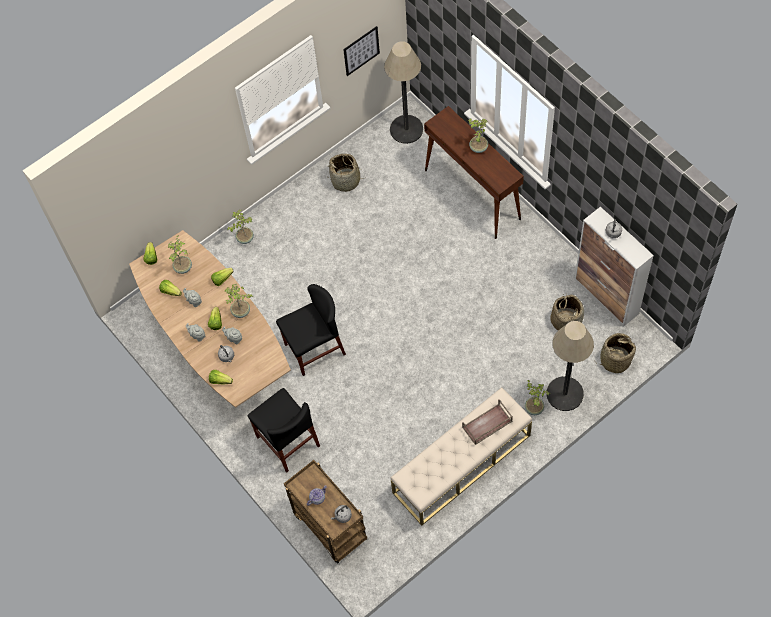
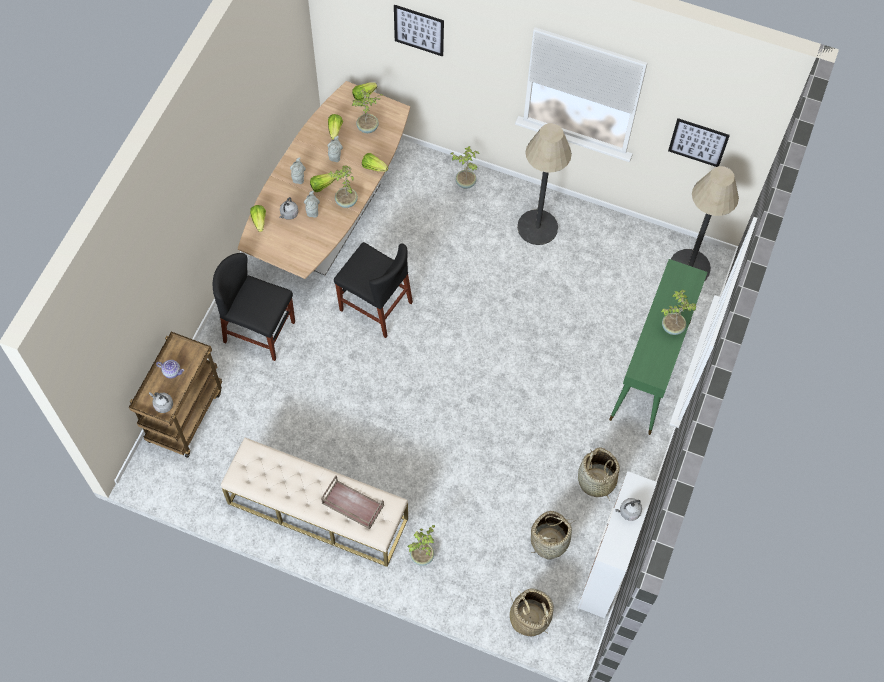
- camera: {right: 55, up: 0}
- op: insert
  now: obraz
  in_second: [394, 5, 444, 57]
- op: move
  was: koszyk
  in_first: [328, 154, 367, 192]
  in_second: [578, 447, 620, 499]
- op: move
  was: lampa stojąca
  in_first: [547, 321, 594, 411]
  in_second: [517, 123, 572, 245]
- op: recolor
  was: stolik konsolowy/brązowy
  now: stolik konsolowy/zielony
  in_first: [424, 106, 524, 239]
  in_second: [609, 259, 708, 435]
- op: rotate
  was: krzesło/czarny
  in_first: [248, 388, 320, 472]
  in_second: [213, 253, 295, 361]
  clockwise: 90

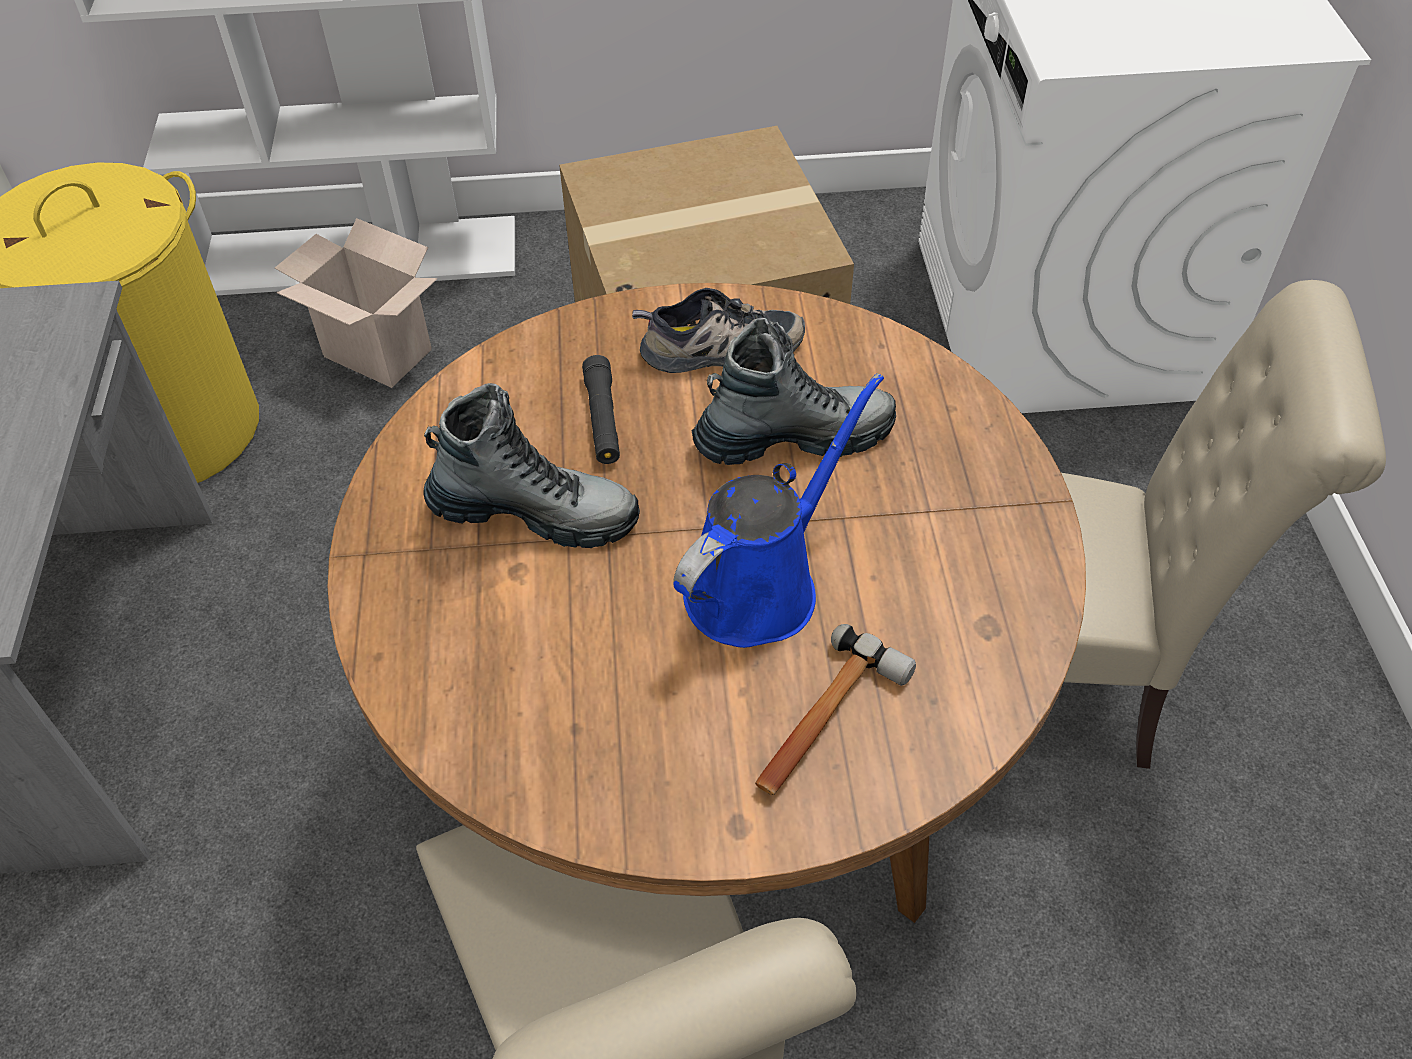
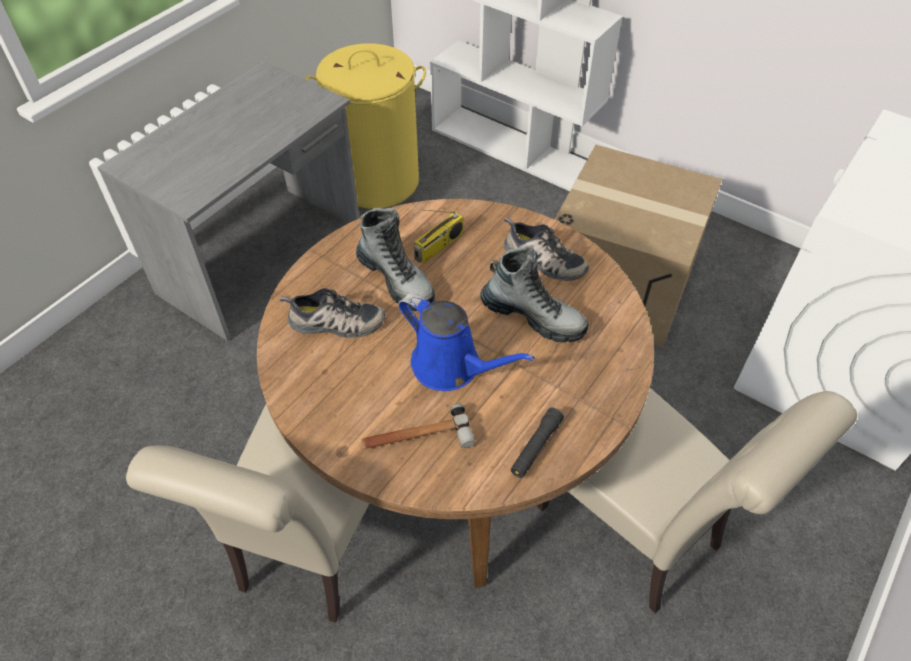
- camera: {right: 40, up: 0}
- op: delete
  was: karton
  in_first: [275, 218, 437, 388]
- op: insert
  now: but
  in_second: [280, 288, 385, 338]
- op: insert
  now: radio
  in_second: [414, 209, 463, 264]
- op: move
  was: latarka/czarny
  in_first: [582, 355, 620, 464]
  in_second: [511, 408, 564, 478]
- op: rotate
  was: konewka/niebieski
  in_first: [673, 373, 884, 648]
  in_second: [398, 293, 535, 391]
  clockwise: 45

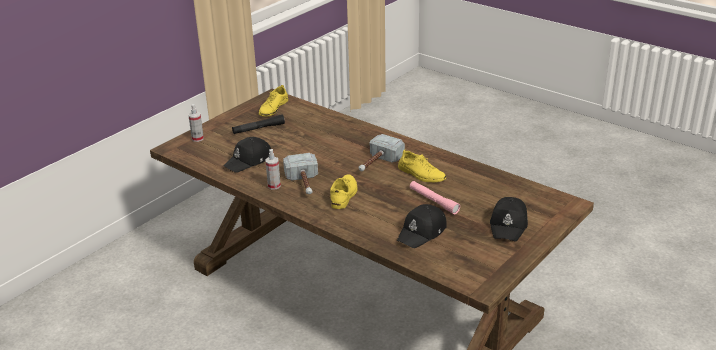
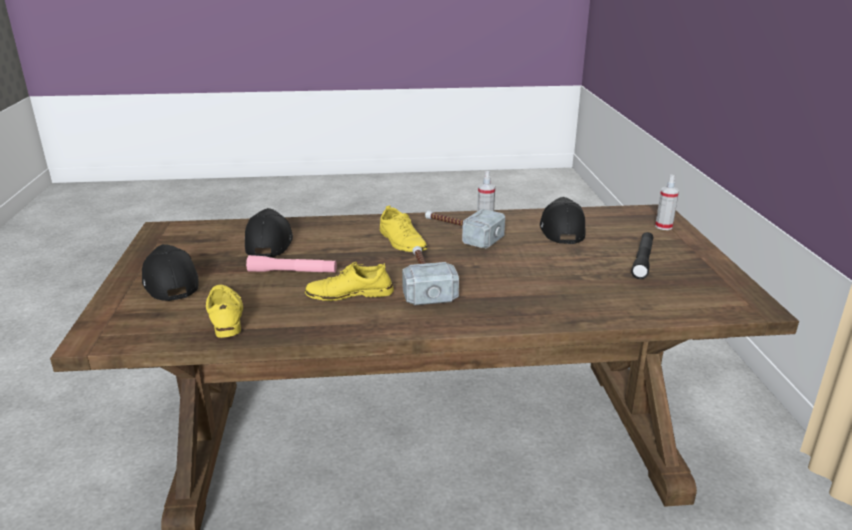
- camera: {right: 135, up: -5}
- op: move
  was: but/żółty
  in_first: [259, 85, 288, 117]
  in_second: [206, 285, 243, 338]

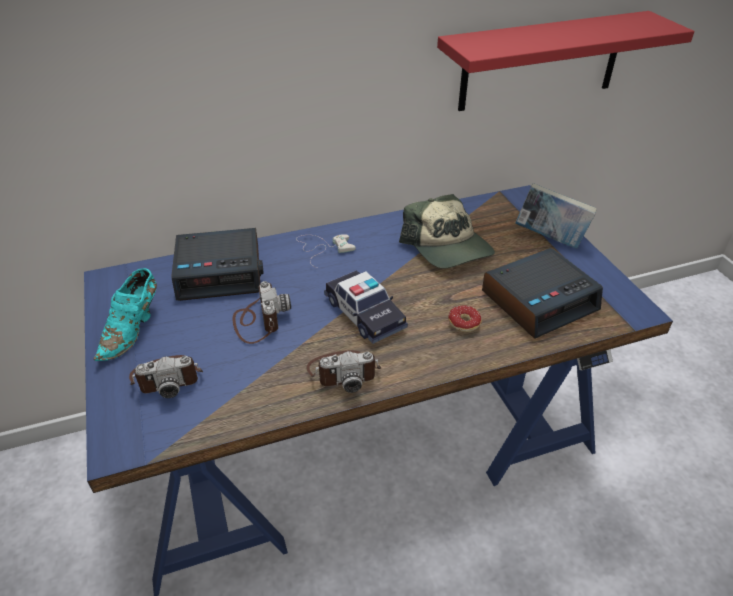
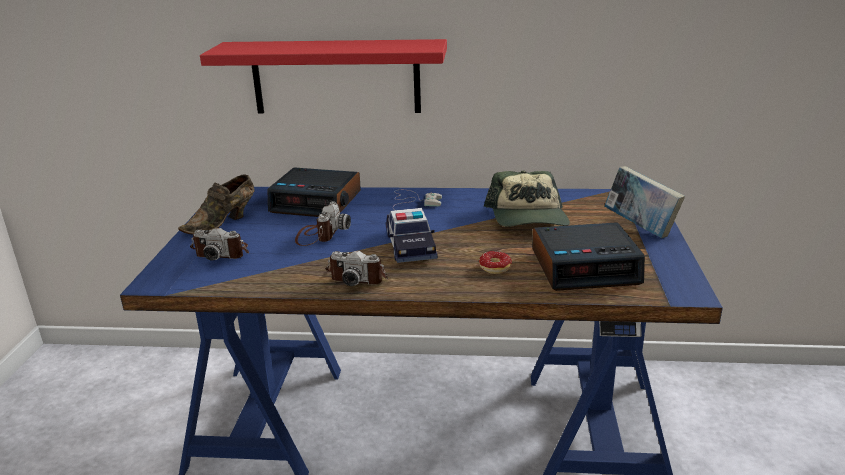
- camera: {right: 25, up: -15}
- op: move
  was: półka/czerwony
  in_first: [437, 11, 694, 111]
  in_second: [200, 39, 447, 113]
- op: recolor
  was: but/turkusowy
  now: but/brązowy
  in_first: [94, 268, 157, 361]
  in_second: [178, 175, 255, 234]

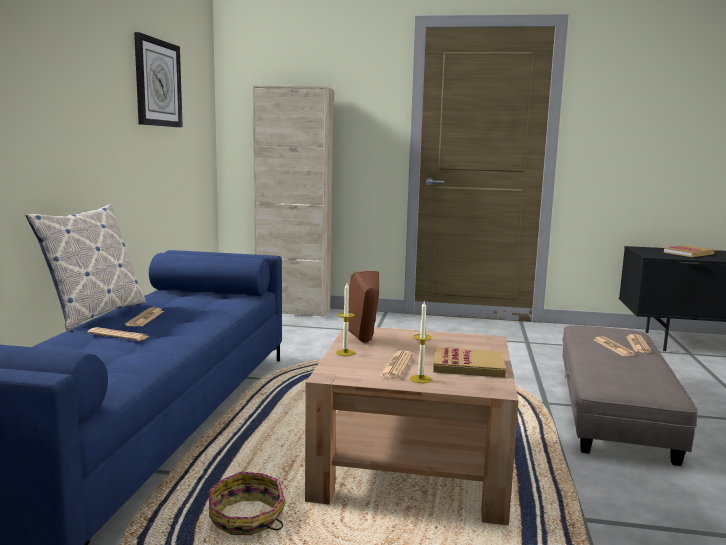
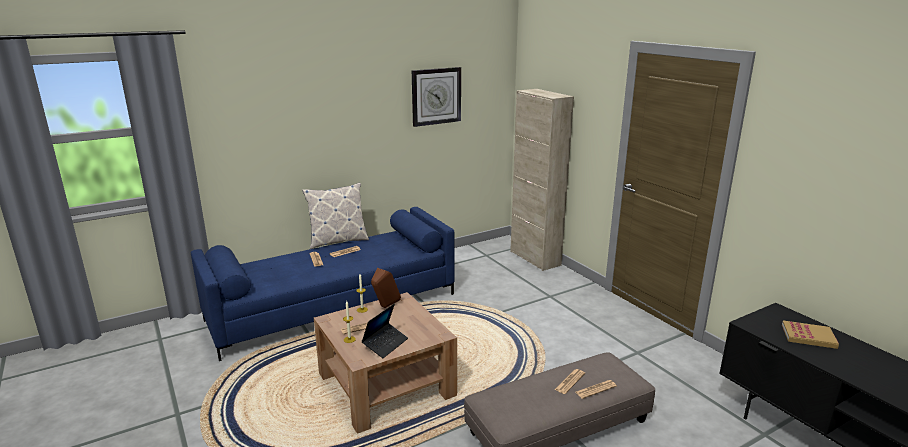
- camera: {right: 50, up: 10}
- op: delete
  was: koszyk
  in_first: [209, 472, 286, 535]
- op: replace
  was: książka
  now: laptop
  in_first: [433, 347, 506, 378]
  in_second: [362, 304, 408, 358]

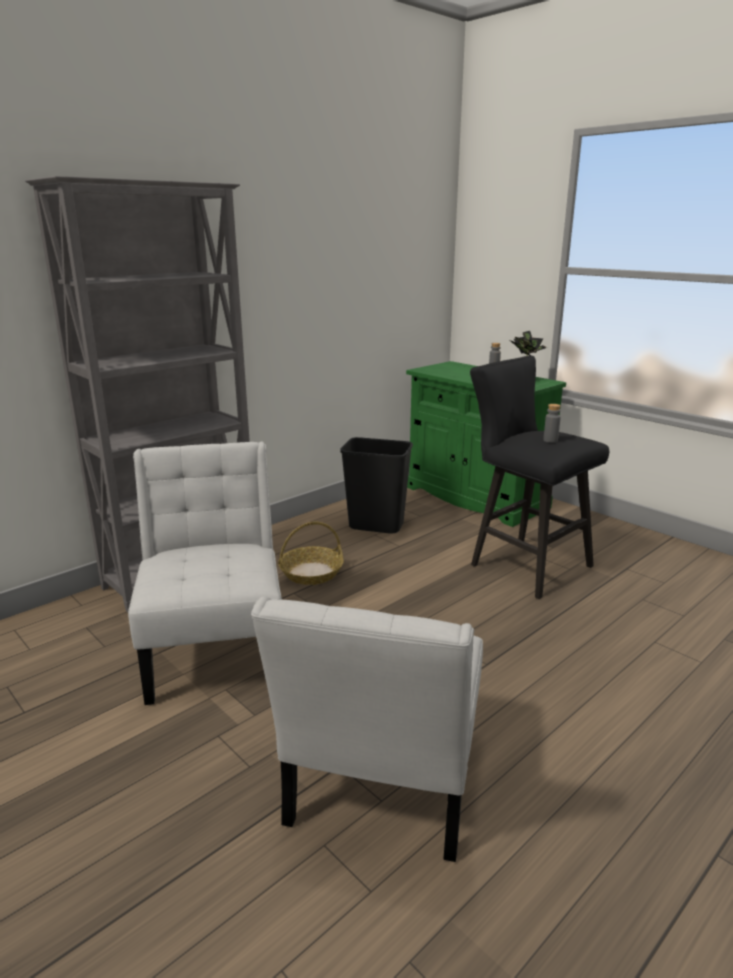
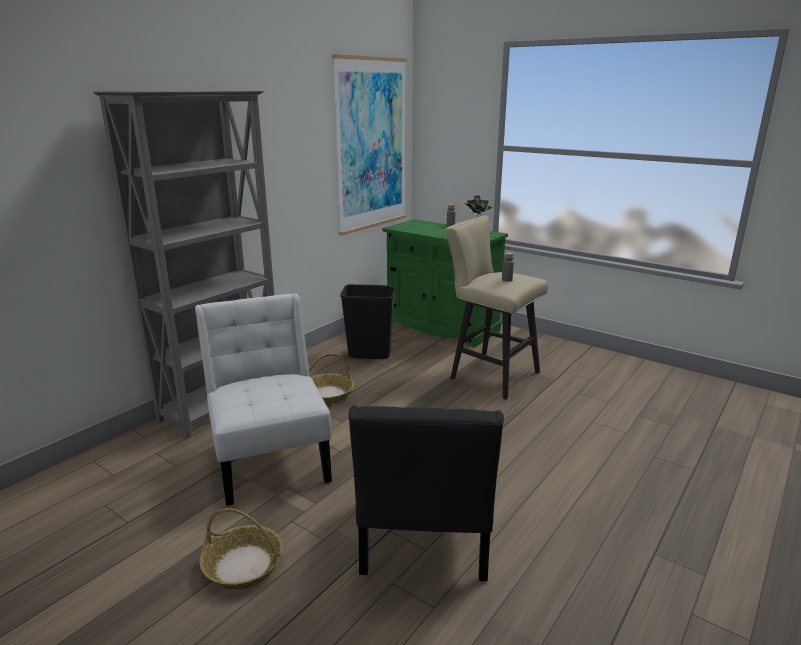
- camera: {right: -10, up: 0}
- op: insert
  now: koszyk
  in_second: [200, 508, 283, 590]
- op: insert
  now: obraz
  in_second: [332, 54, 407, 235]
- op: recolor
  was: krzesło/biały
  now: krzesło/czarny
  in_first: [251, 596, 483, 862]
  in_second: [348, 405, 504, 581]
- op: recolor
  was: stołek/czarny
  now: stołek/beżowy
  in_first: [470, 356, 609, 599]
  in_second: [445, 216, 548, 399]

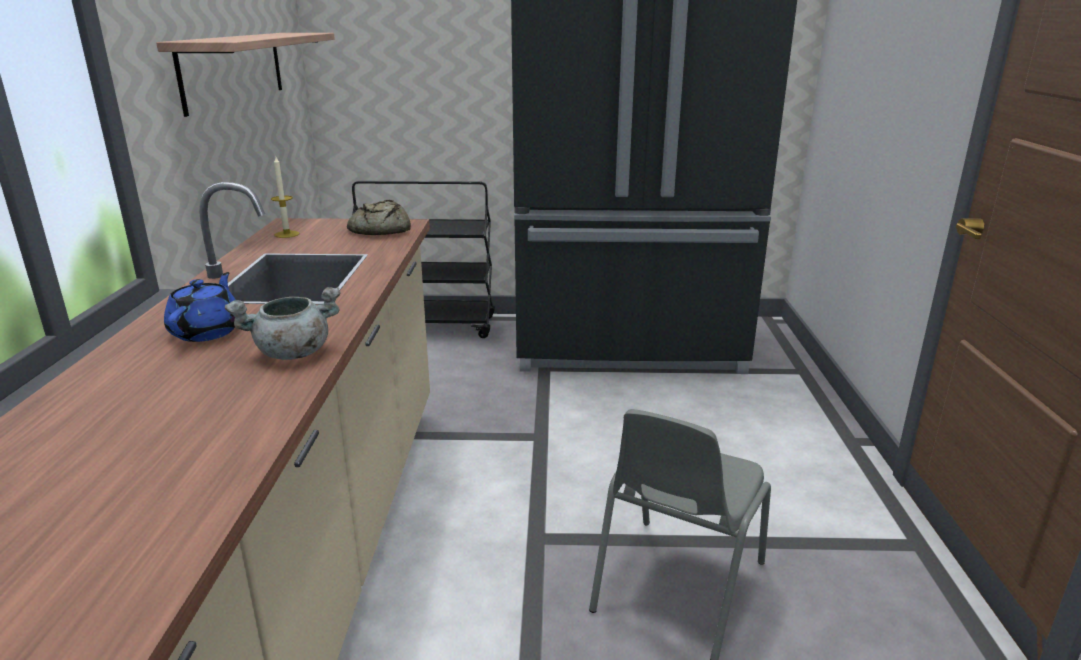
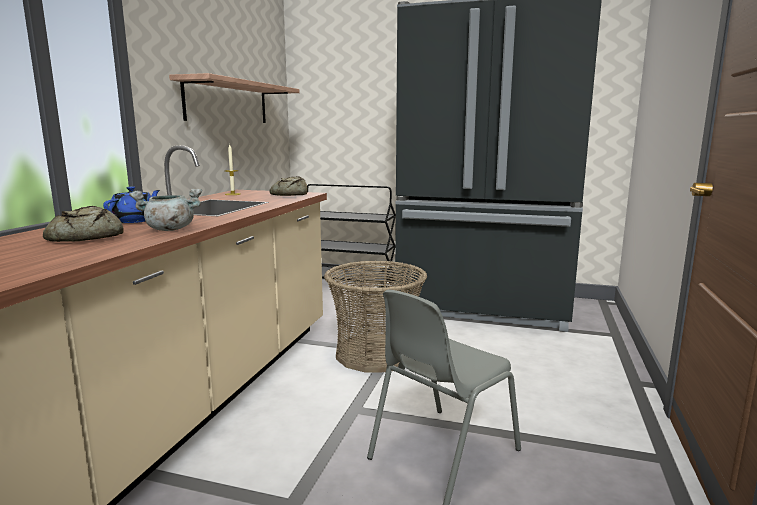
- camera: {right: 15, up: -10}
- op: insert
  now: chleb
  in_second: [43, 206, 124, 242]
- op: insert
  now: koszyk
  in_second: [324, 261, 427, 373]

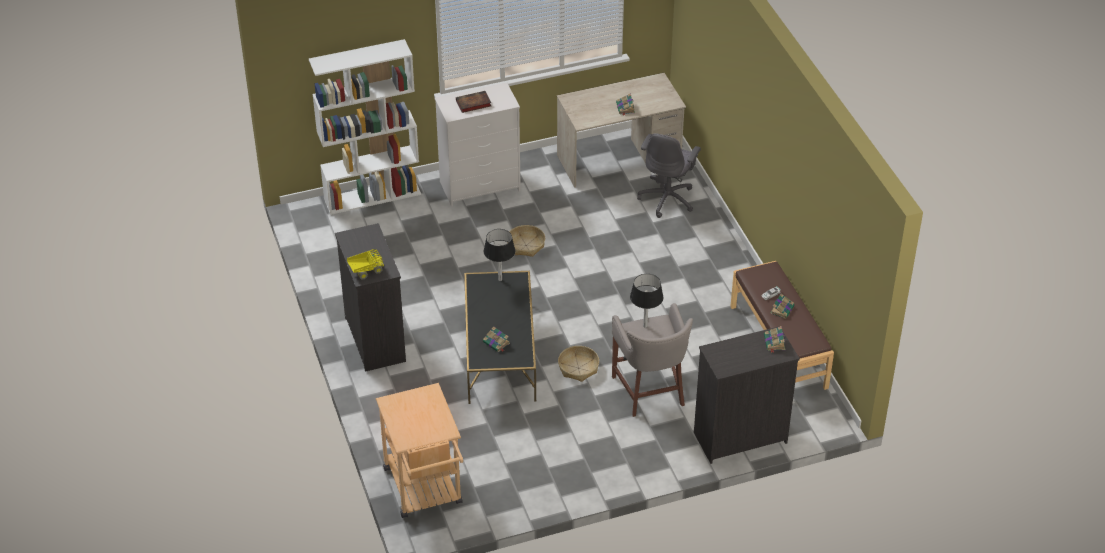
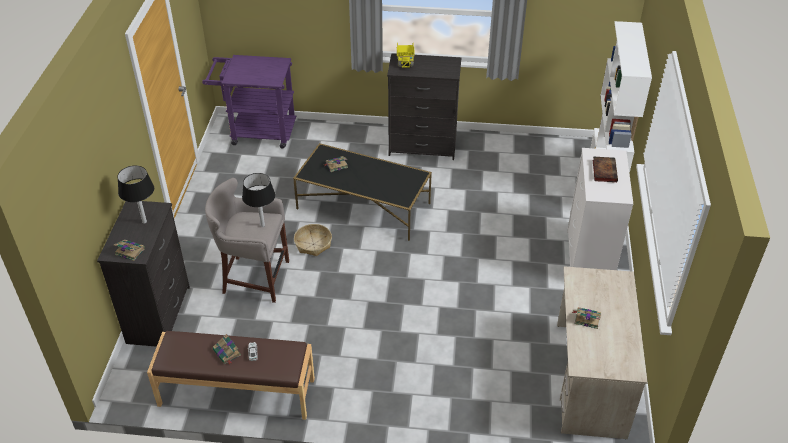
- camera: {right: 115, up: 0}
- op: delete
  was: koszyk
  in_first: [508, 225, 545, 257]
- op: delete
  was: krzesło biurowe/szary
  in_first: [637, 133, 701, 218]
- op: move
  was: lampa stołowa/czarny
  in_first: [484, 229, 515, 281]
  in_second: [117, 165, 154, 224]
- op: recolor
  was: wózek/beżowy
  now: wózek/fioletowy
  in_first: [376, 383, 463, 518]
  in_second: [202, 55, 296, 149]

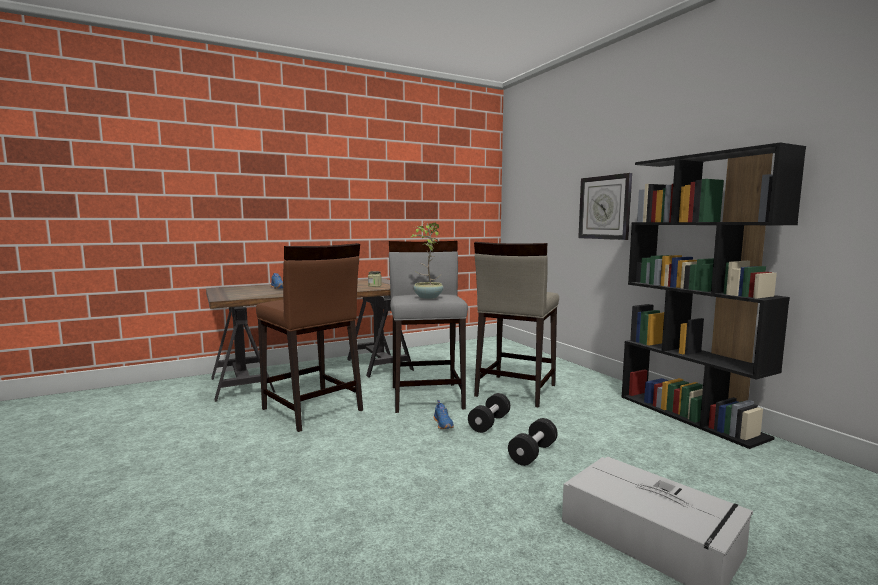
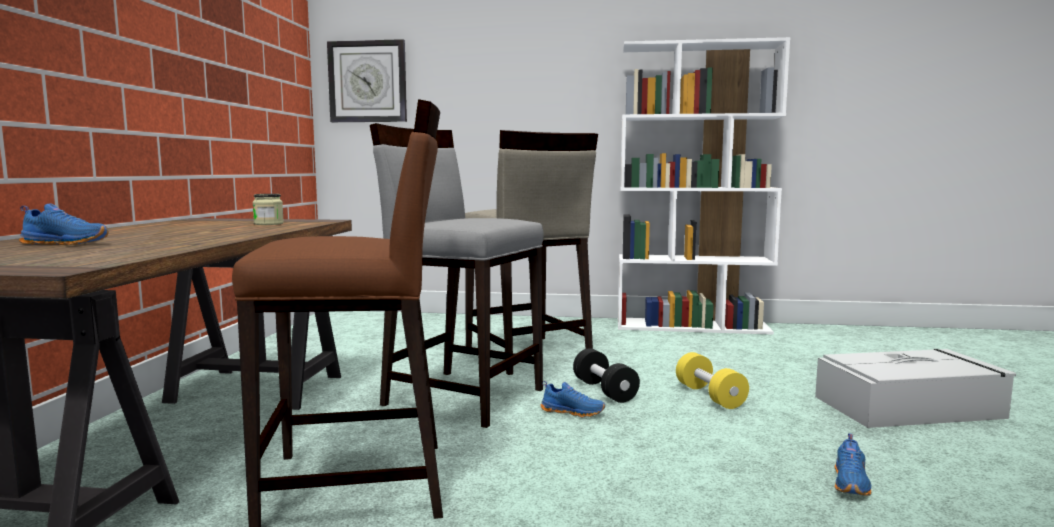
- camera: {right: -55, up: 0}
- op: delete
  was: roślina doniczkowa
  in_first: [411, 223, 443, 299]
- op: insert
  now: but/niebieski
  in_second: [835, 433, 872, 496]
- op: move
  was: zegar ścienny
  in_first: [578, 173, 632, 240]
  in_second: [327, 39, 407, 122]
- op: recolor
  was: hantel/czarny
  now: hantel/żółty
  in_first: [508, 418, 558, 466]
  in_second: [676, 352, 749, 409]
- op: recolor
  was: regał/czarny
  now: regał/biały
  in_first: [621, 143, 806, 449]
  in_second: [618, 37, 791, 335]

